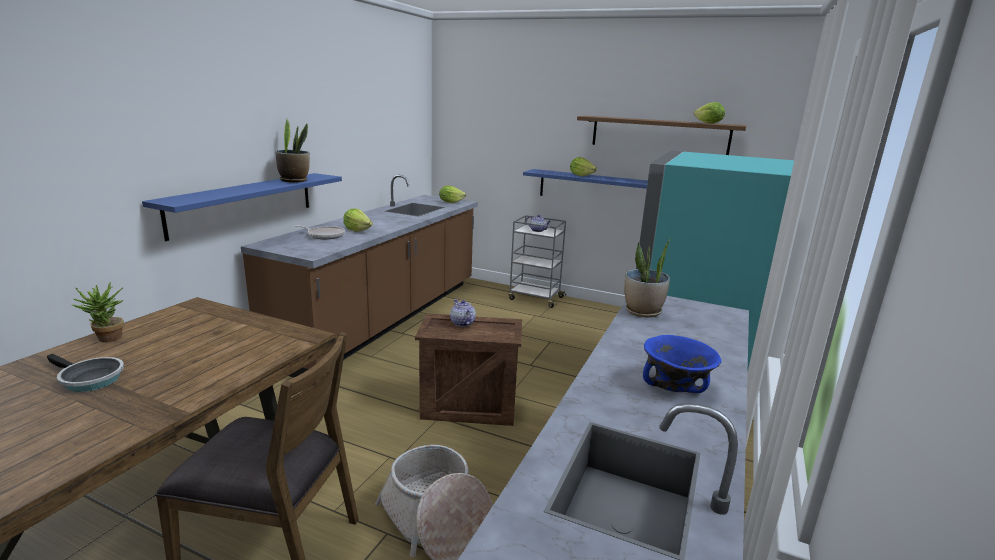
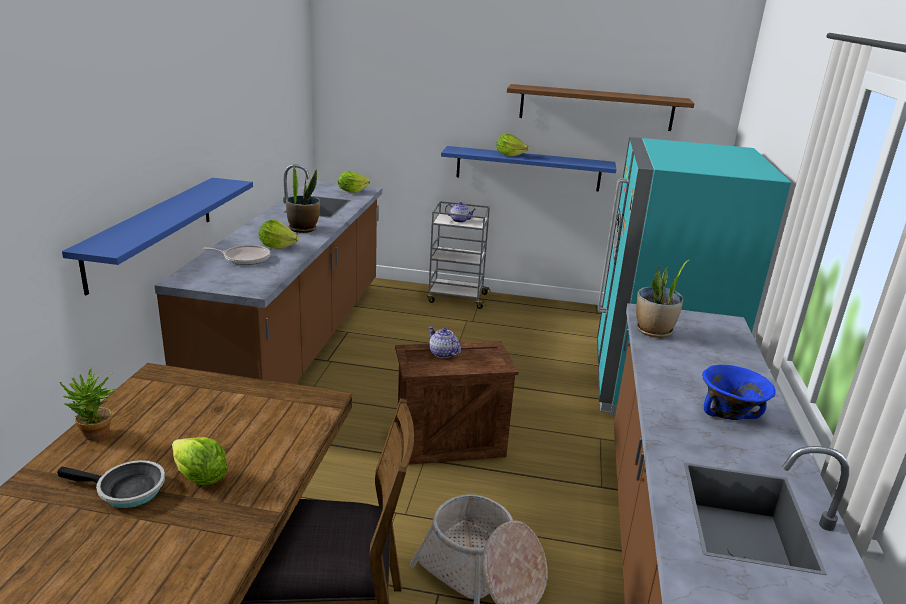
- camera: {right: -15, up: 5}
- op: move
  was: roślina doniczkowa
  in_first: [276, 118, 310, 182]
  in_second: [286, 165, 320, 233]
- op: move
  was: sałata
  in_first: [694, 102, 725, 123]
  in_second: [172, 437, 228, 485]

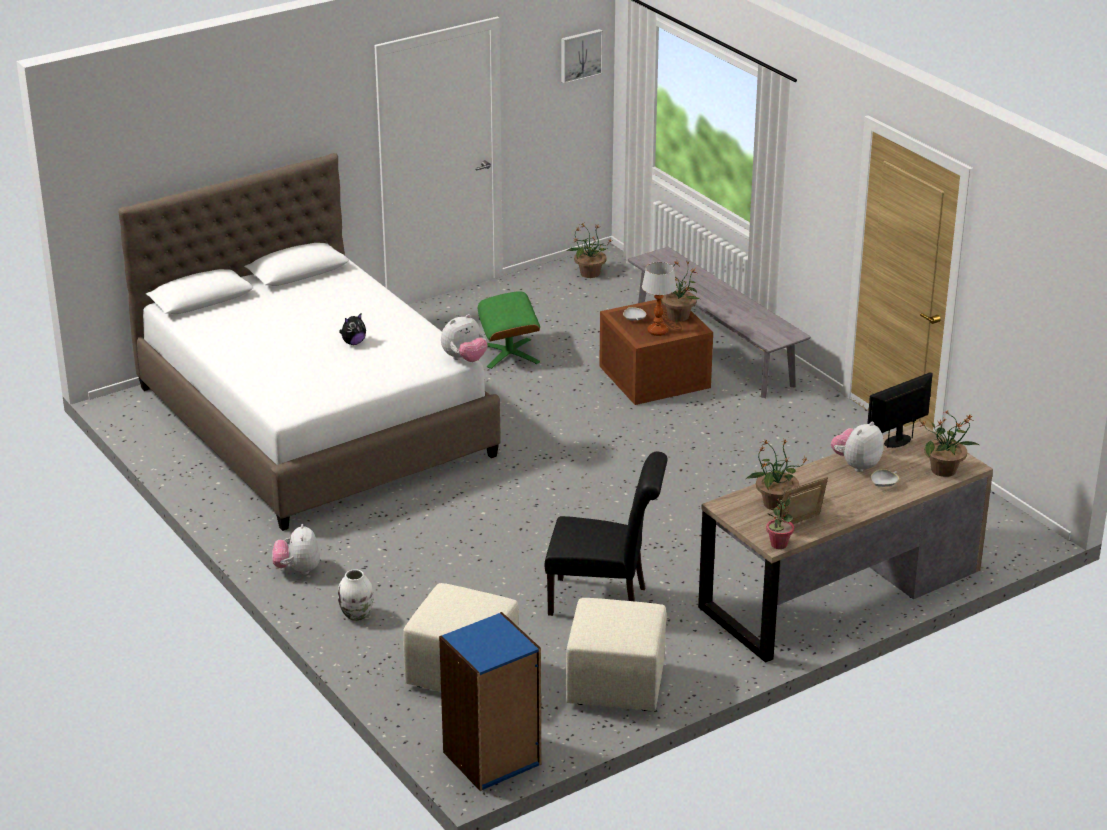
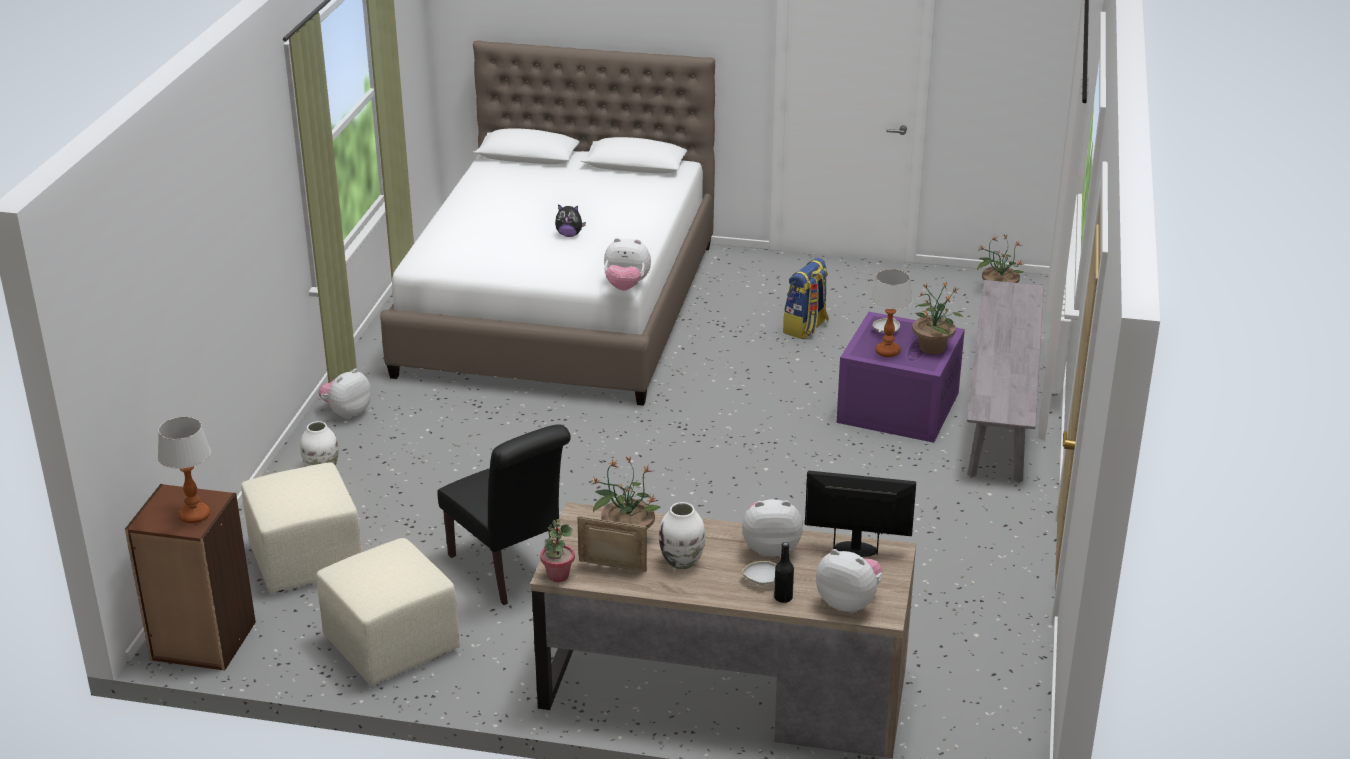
- camera: {right: 45, up: 0}
- op: delete
  was: obraz
  in_first: [561, 29, 603, 84]
- op: insert
  now: lampa stołowa
  in_second: [158, 417, 211, 524]
- op: insert
  now: wazon/biały
  in_second: [659, 502, 705, 569]
- op: insert
  now: butelka/czarny
  in_second: [774, 542, 794, 603]
- op: replace
  was: pufa/zielony
  now: plecak
  in_first: [478, 291, 540, 369]
  in_second: [783, 258, 829, 339]
- op: replace
  was: roślina doniczkowa
  now: pluszak
  in_first: [919, 411, 980, 477]
  in_second: [816, 549, 882, 614]
- op: recolor
  was: regał/niebieski
  now: regał/brązowy
  in_first: [439, 612, 541, 791]
  in_second: [125, 484, 256, 671]
- op: recolor
  was: pojemnik do przechowywania/brązowy
  now: pojemnik do przechowywania/fioletowy
  in_first: [599, 300, 713, 405]
  in_second: [837, 312, 965, 443]

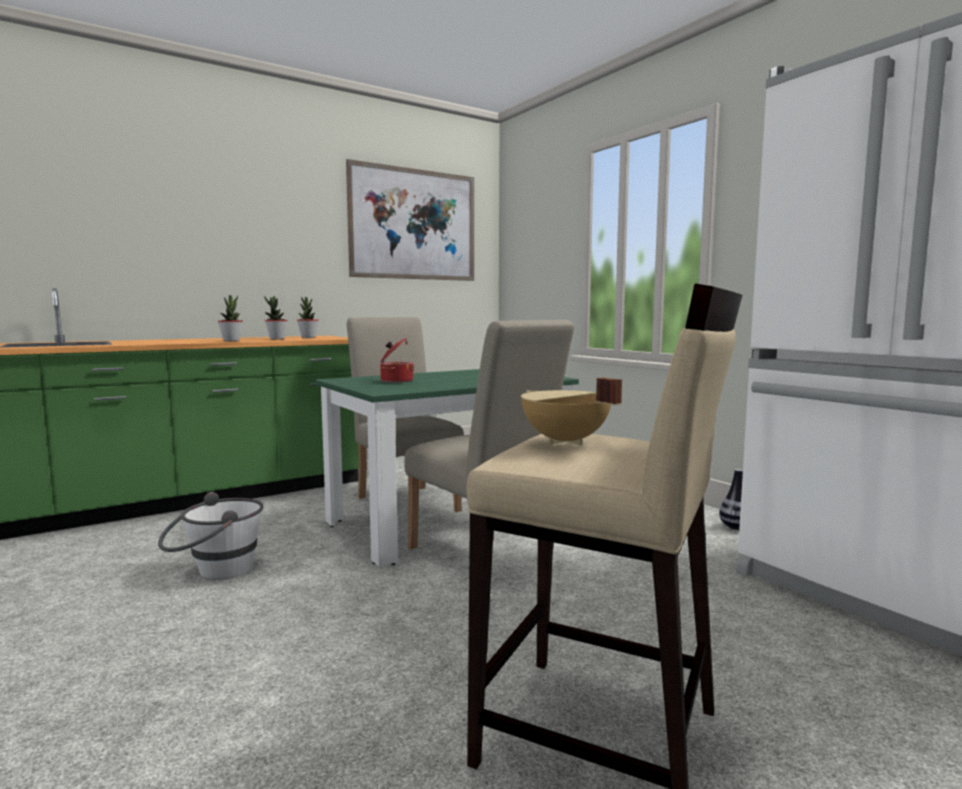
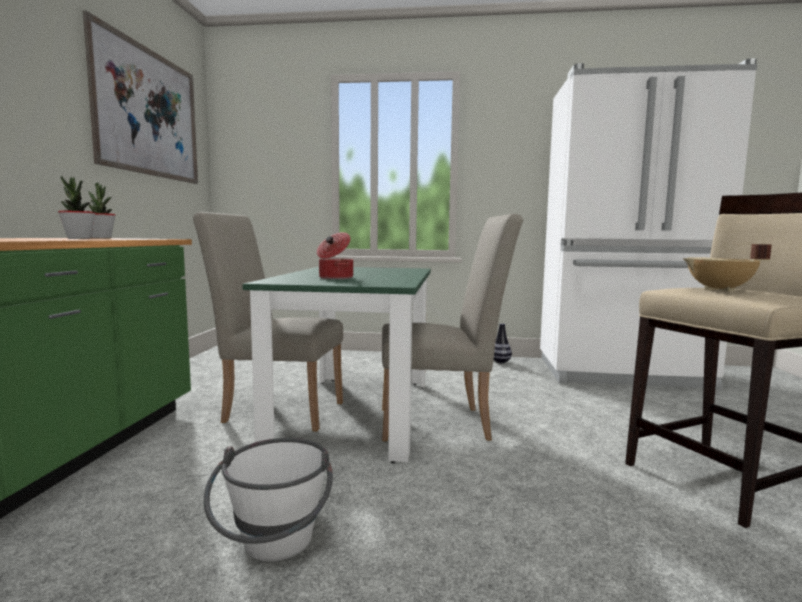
- camera: {right: -50, up: 0}
- op: delete
  was: roślina doniczkowa
  in_first: [218, 295, 243, 341]

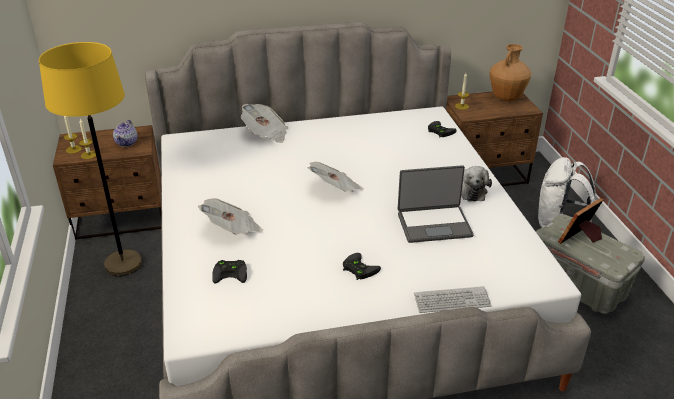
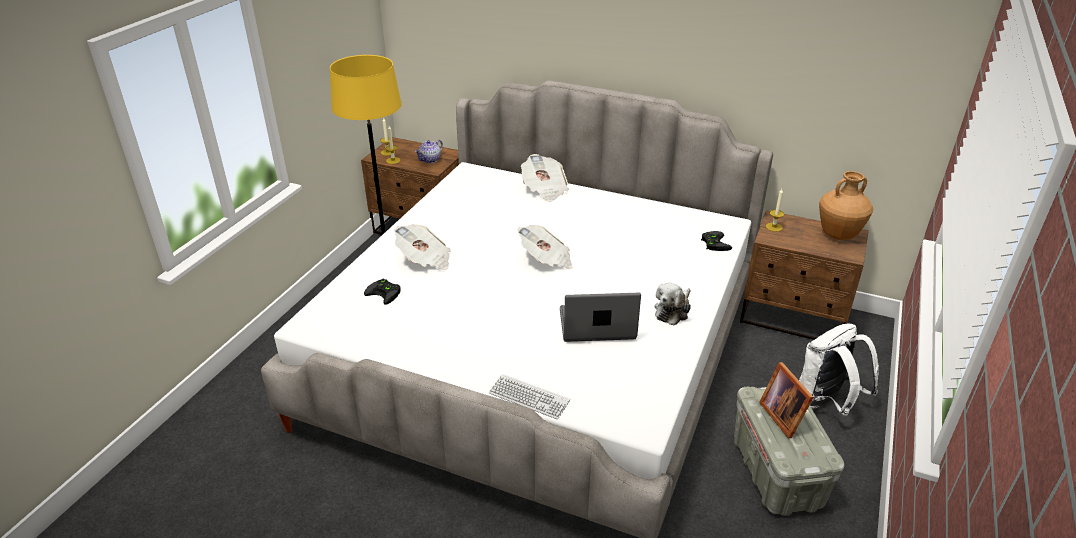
- camera: {right: 35, up: 0}
- op: delete
  was: pad do gier/czarny
  in_first: [343, 253, 381, 280]
- op: rotate
  was: laptop
  in_first: [398, 165, 474, 243]
  in_second: [560, 293, 641, 342]
  clockwise: 150
- op: rotate
  was: ramka na zdjęcie
  in_first: [558, 198, 603, 244]
  in_second: [759, 362, 814, 438]
  clockwise: -105

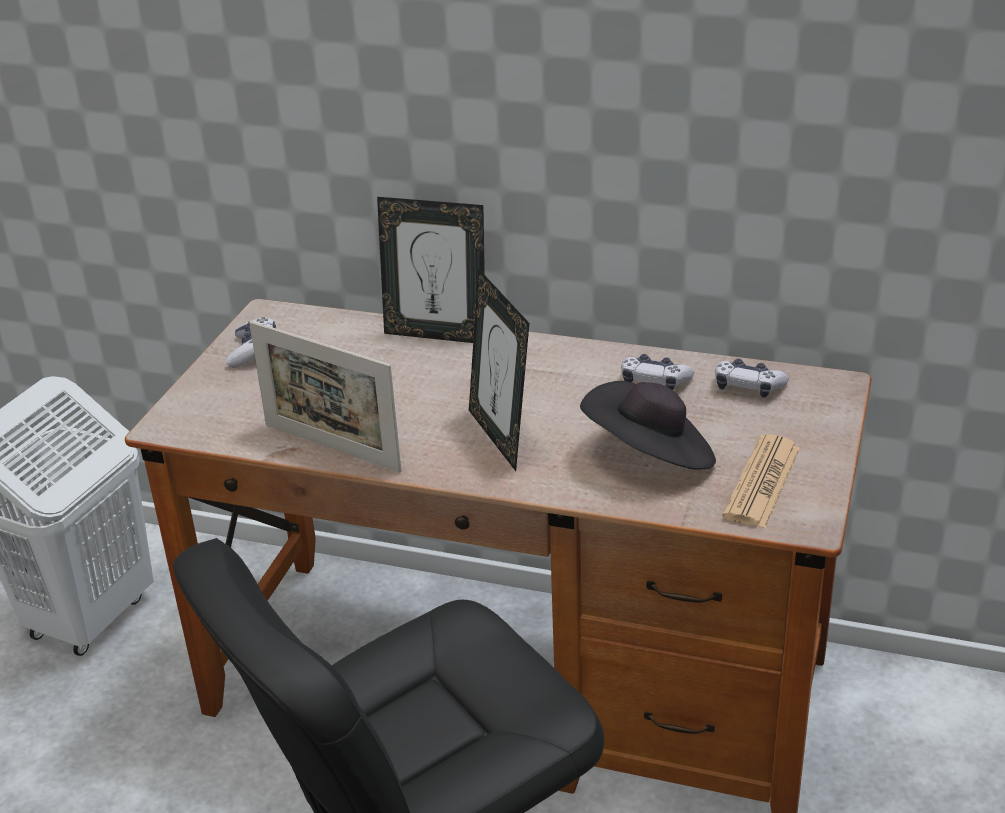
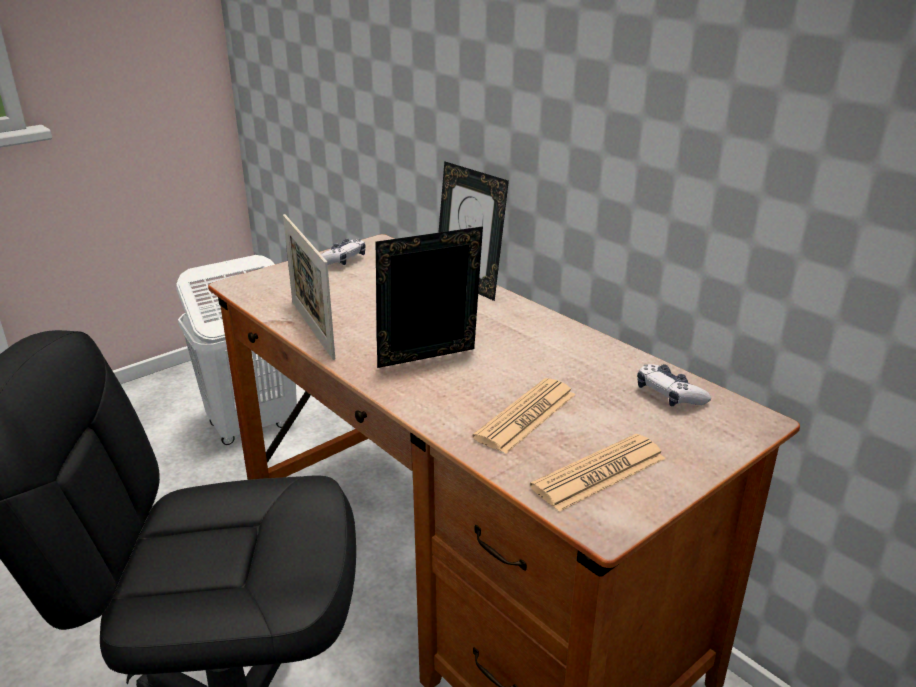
- camera: {right: 30, up: -5}
- op: delete
  was: pad do gier
  in_first: [621, 354, 694, 390]
- op: replace
  was: kapelusz/czarny
  now: gazeta
  in_first: [580, 381, 716, 469]
  in_second: [472, 378, 576, 454]
- op: rotate
  was: ramka na zdjęcie
  in_first: [469, 268, 529, 471]
  in_second: [376, 226, 483, 368]
  clockwise: 60

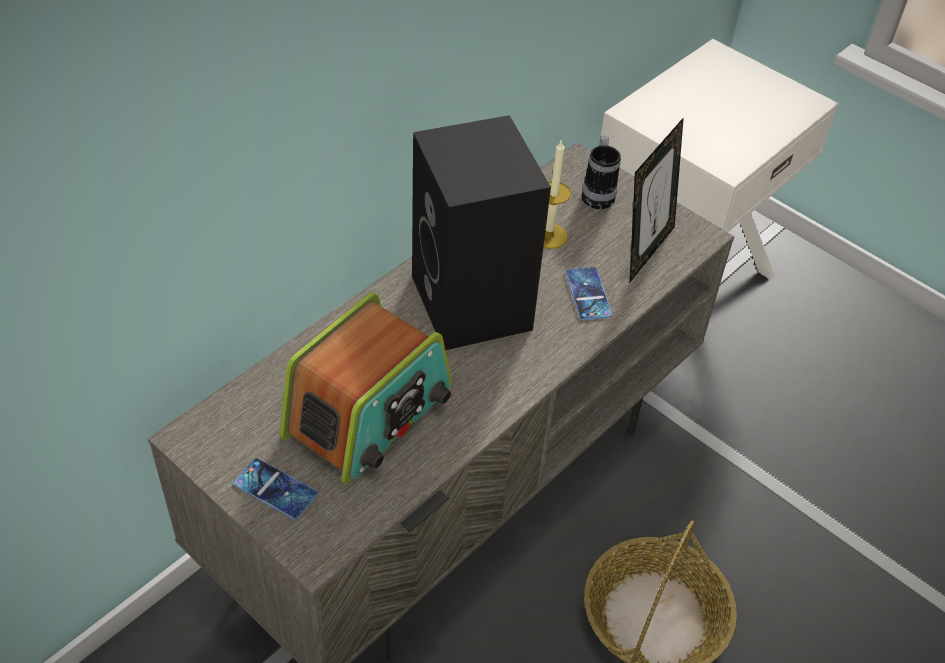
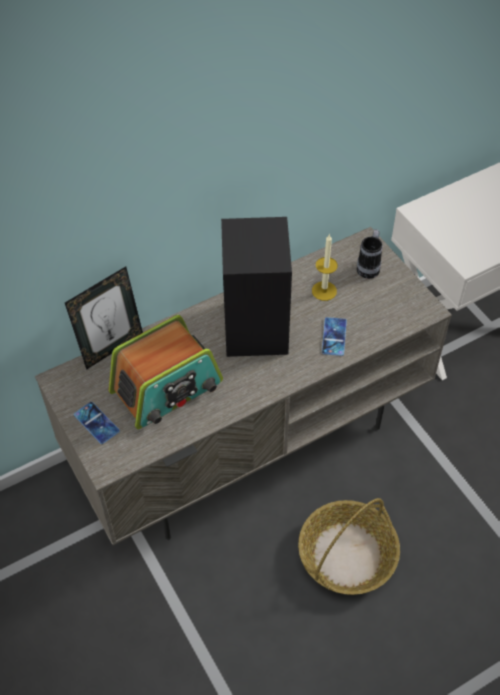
- camera: {right: 20, up: 5}
- op: move
  was: ramka na zdjęcie
  in_first: [630, 117, 684, 282]
  in_second: [65, 266, 143, 370]

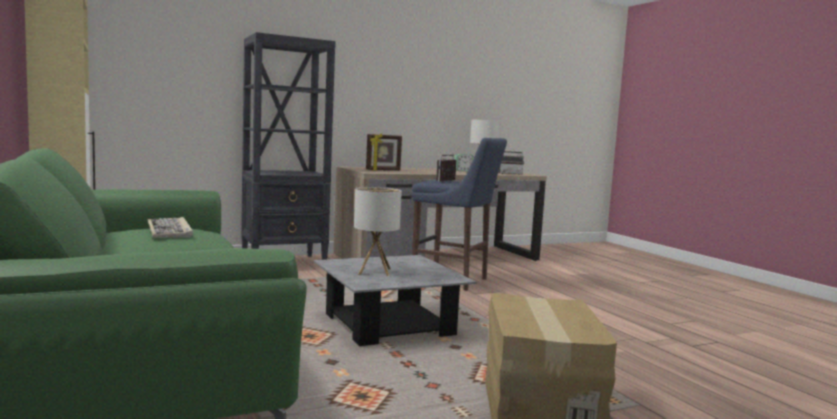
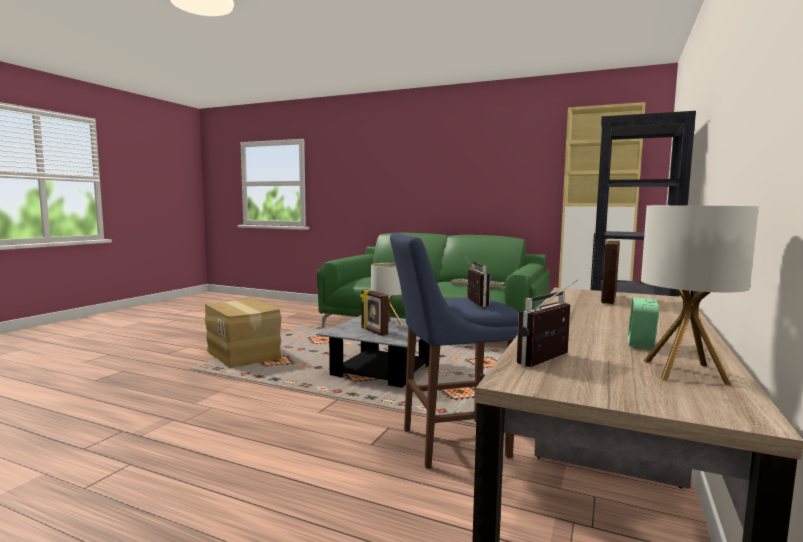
- camera: {right: 140, up: 0}
- op: insert
  now: ramka na zdjęcie
  in_second: [360, 289, 389, 336]

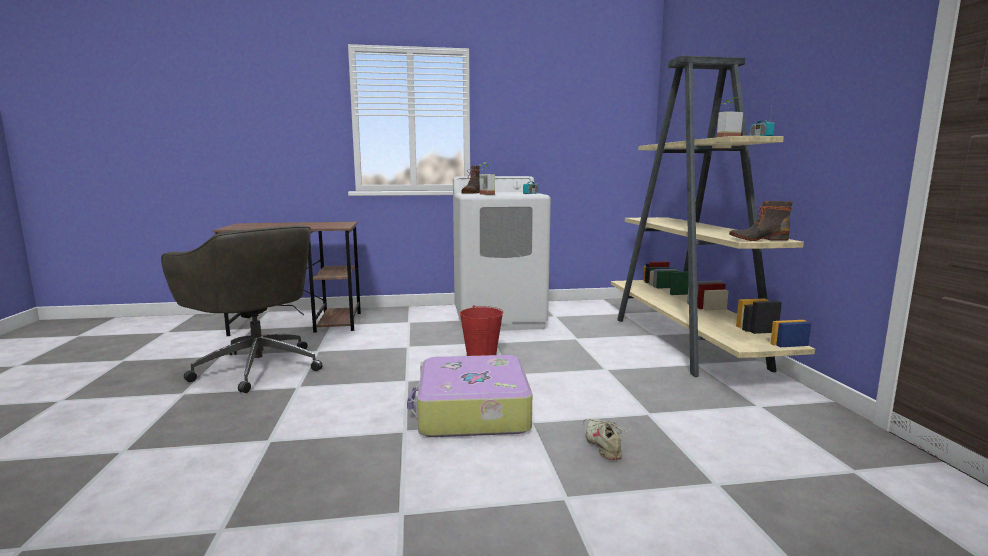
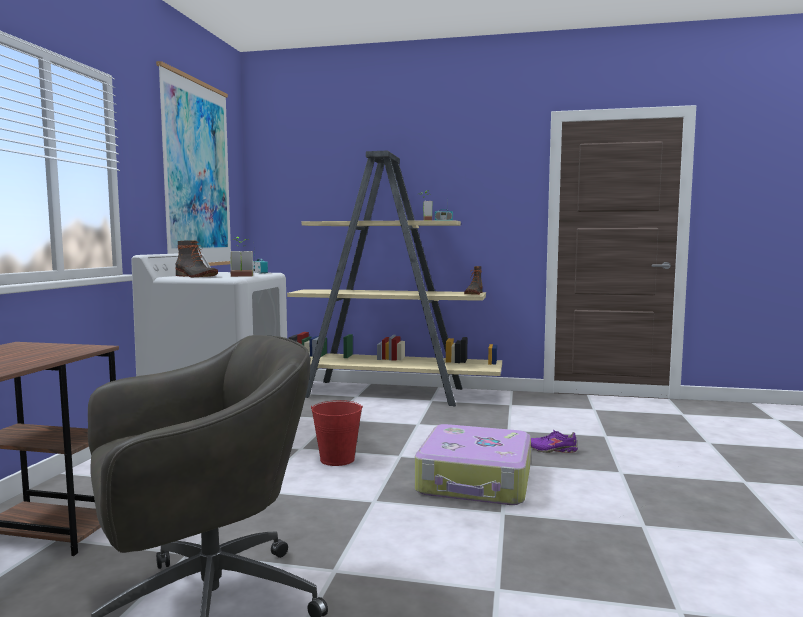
- camera: {right: -70, up: -5}
- op: insert
  now: obraz
  in_second: [156, 61, 231, 266]
- op: recolor
  was: but/beżowy
  now: but/fioletowy
  in_first: [583, 419, 629, 460]
  in_second: [531, 430, 578, 453]

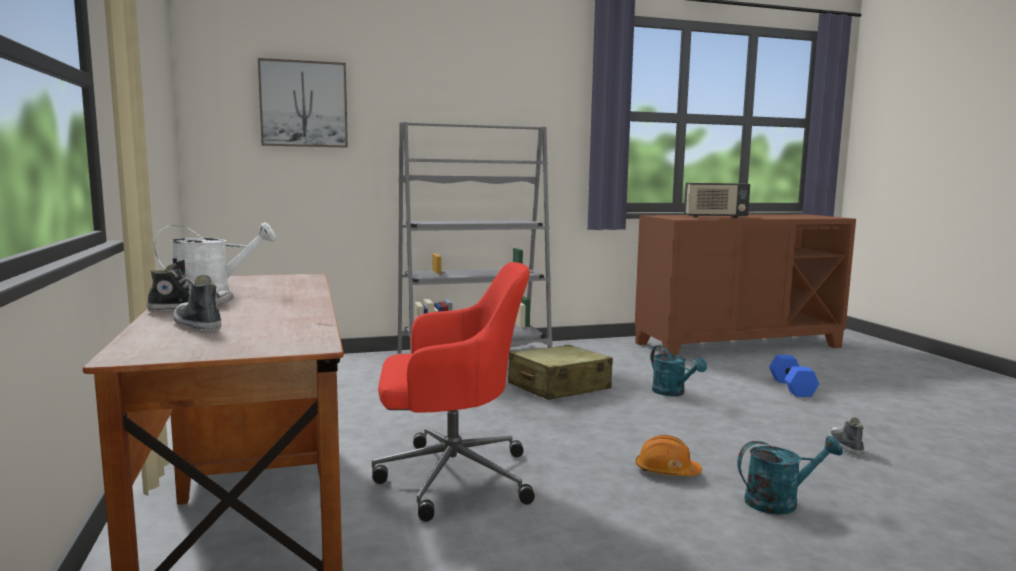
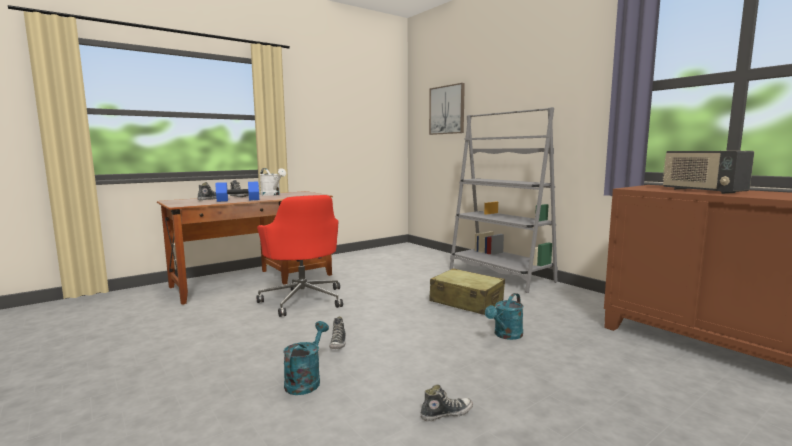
- camera: {right: 70, up: 0}
- op: move
  was: hantel/niebieski
  in_first: [769, 355, 819, 397]
  in_second: [216, 182, 259, 202]
- op: replace
  was: kask/pomarańczowy
  now: but
  in_first: [636, 435, 702, 476]
  in_second: [329, 316, 346, 349]
- op: rotate
  was: konewka/turkusowy
  in_first: [737, 436, 843, 514]
  in_second: [283, 321, 329, 395]
  clockwise: -135

